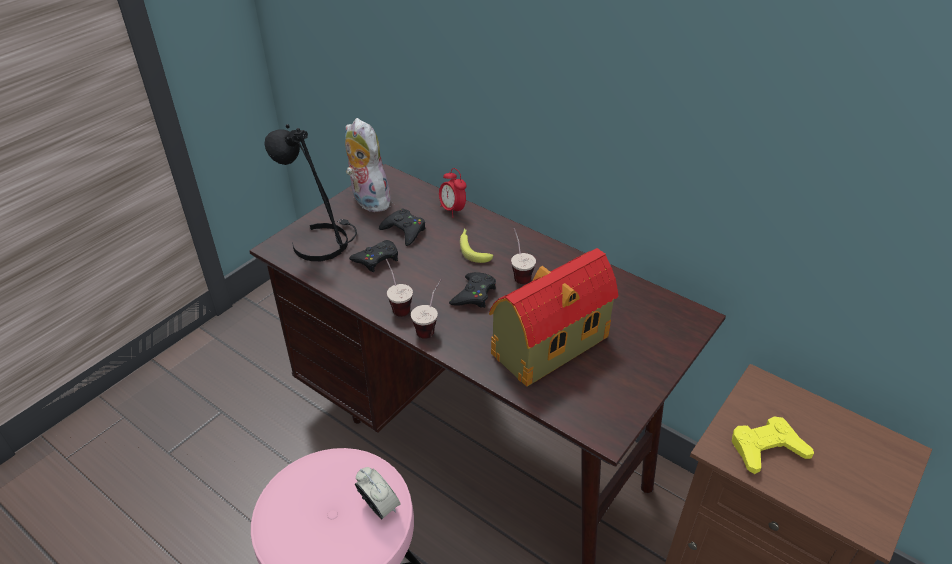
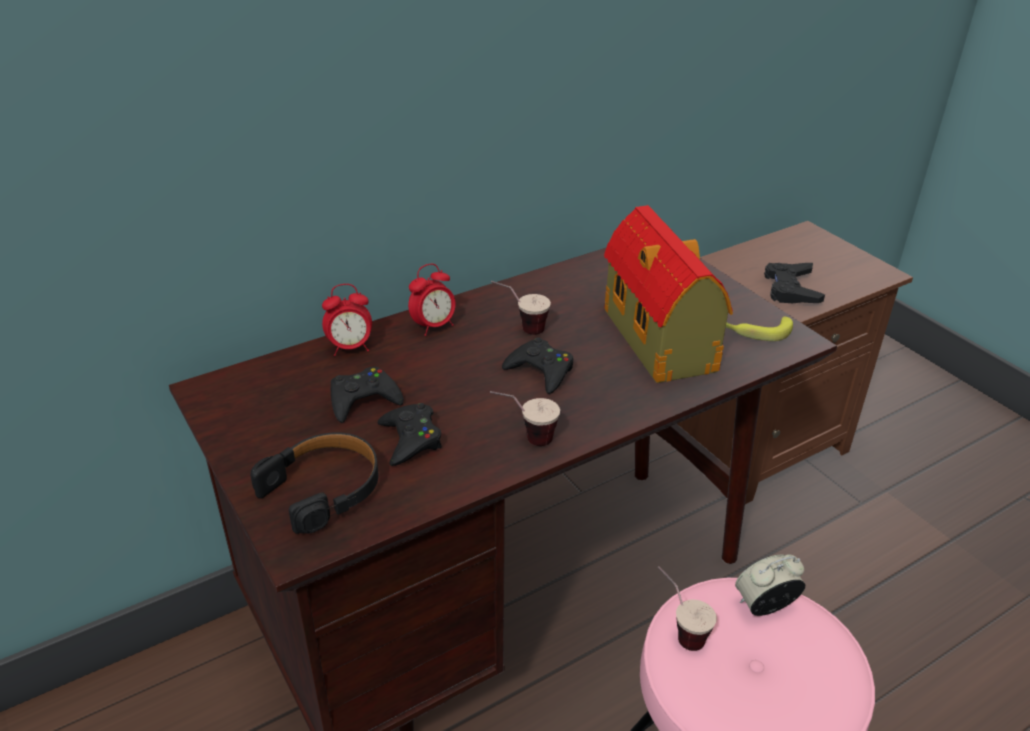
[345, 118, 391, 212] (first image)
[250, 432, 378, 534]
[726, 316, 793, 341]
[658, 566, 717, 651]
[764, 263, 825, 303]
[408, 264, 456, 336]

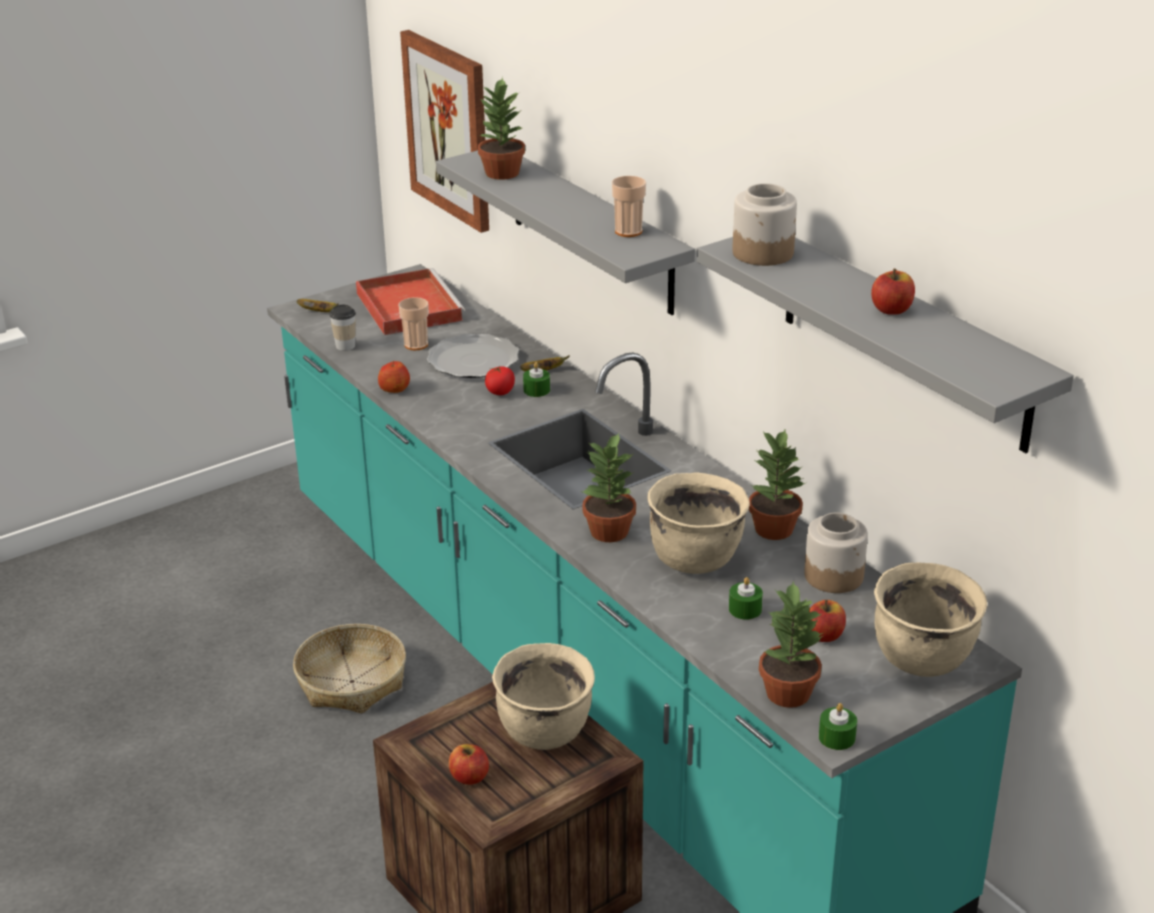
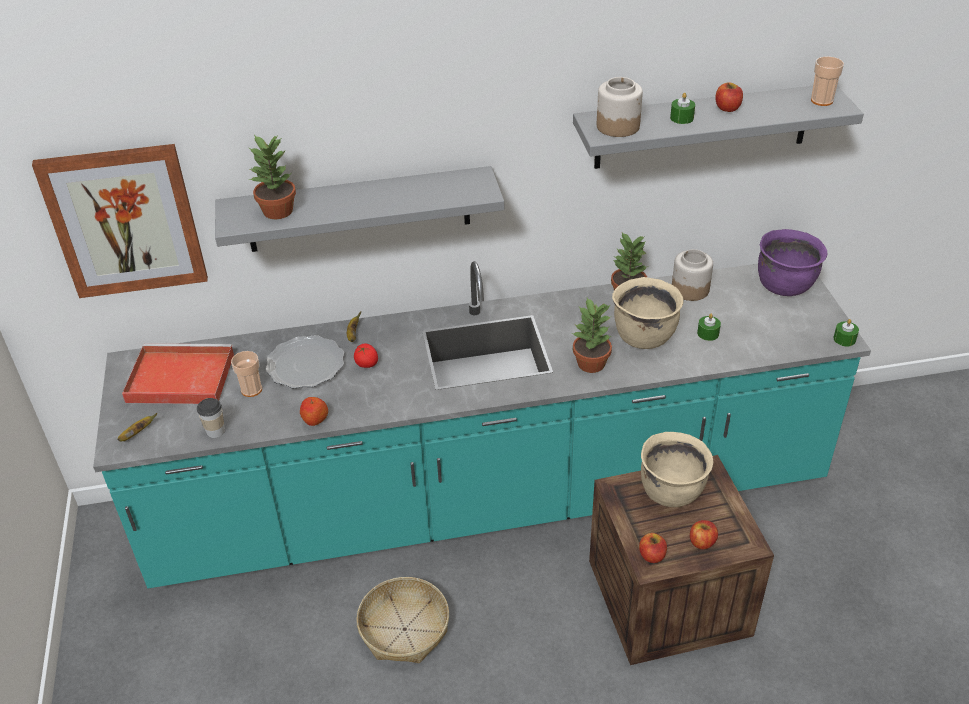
[811, 56, 844, 106]
[670, 92, 695, 124]
[758, 229, 827, 296]
[759, 581, 823, 708] (first image)
[639, 533, 667, 563]

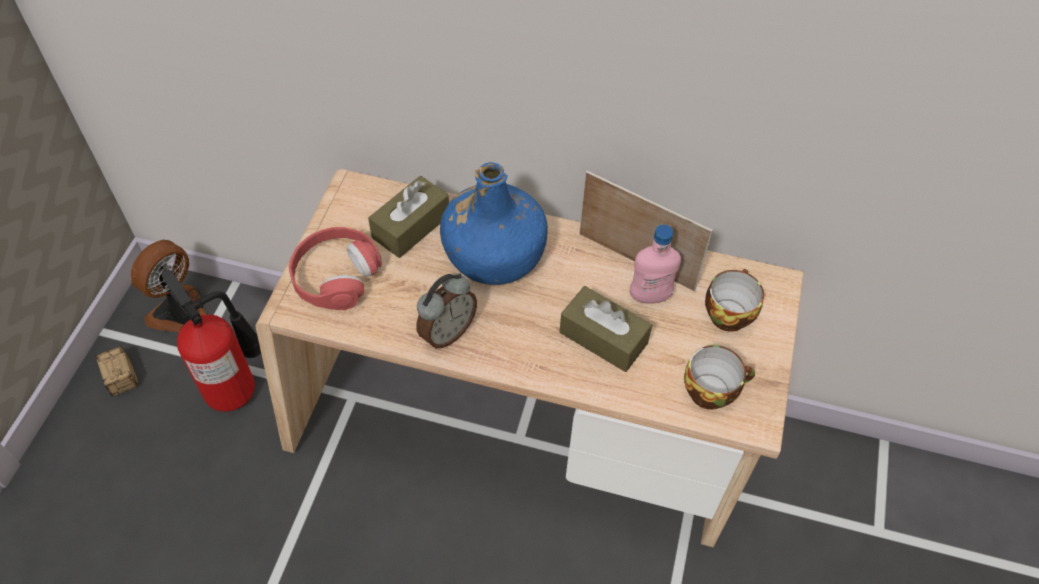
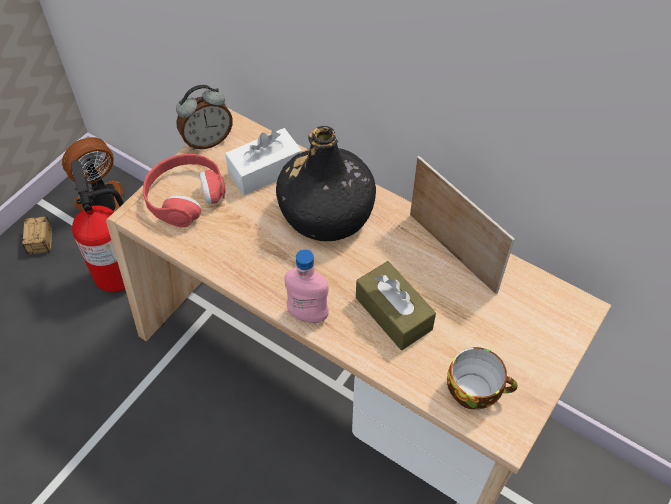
[276, 126, 376, 241]
[225, 128, 302, 195]
[284, 249, 329, 323]
[705, 269, 764, 332] (first image)
[176, 85, 233, 150]

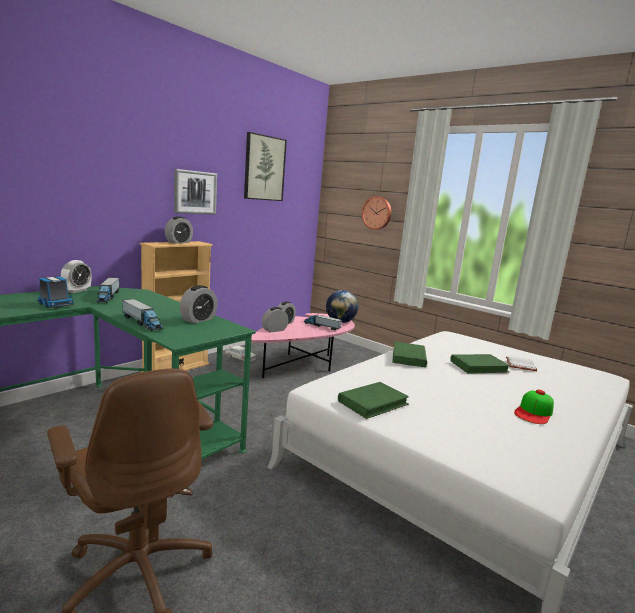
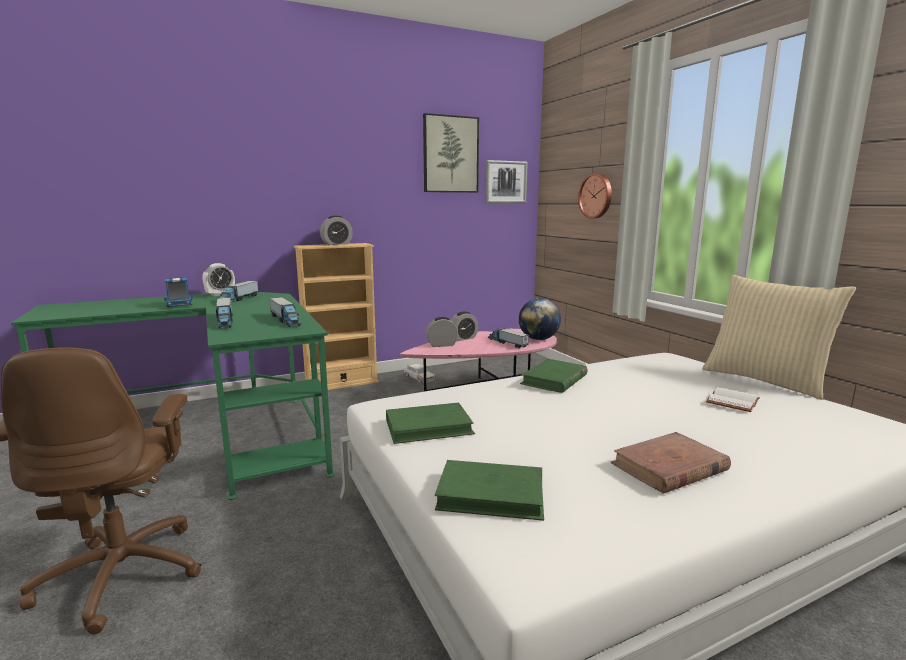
[485, 160, 528, 203]
[269, 297, 301, 327]
[435, 460, 544, 521]
[611, 432, 731, 494]
[702, 275, 856, 400]

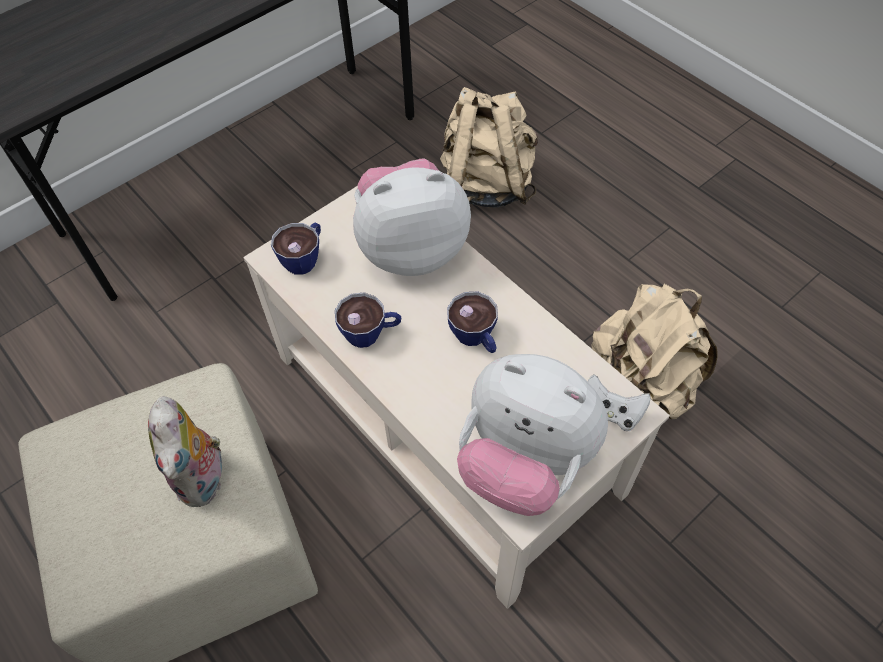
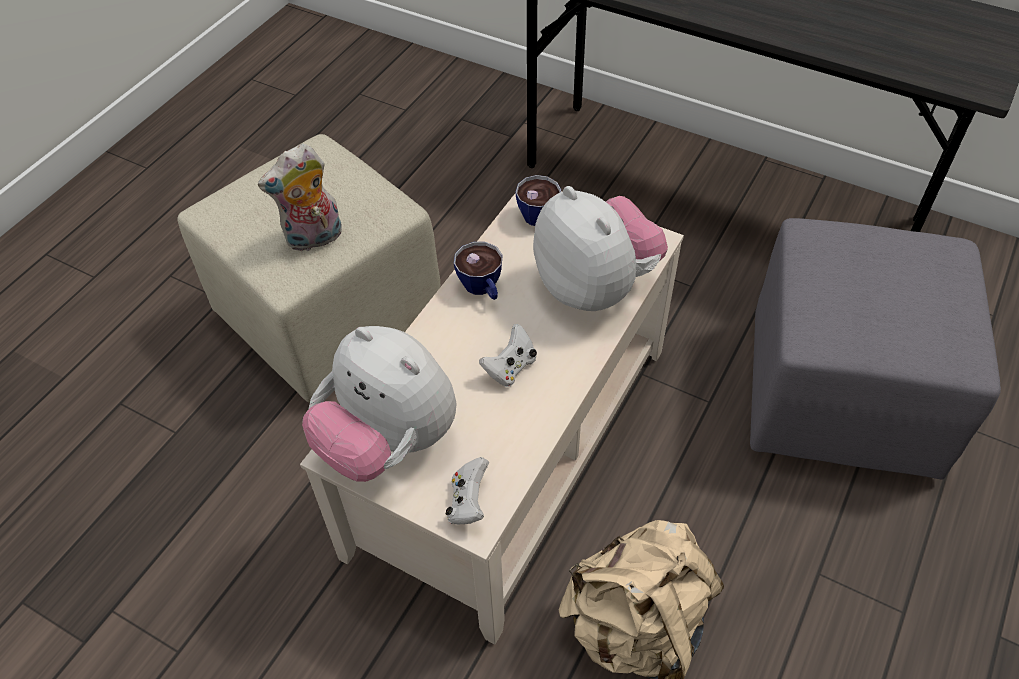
[750, 218, 1001, 480]
[479, 324, 537, 387]
[302, 326, 457, 482]

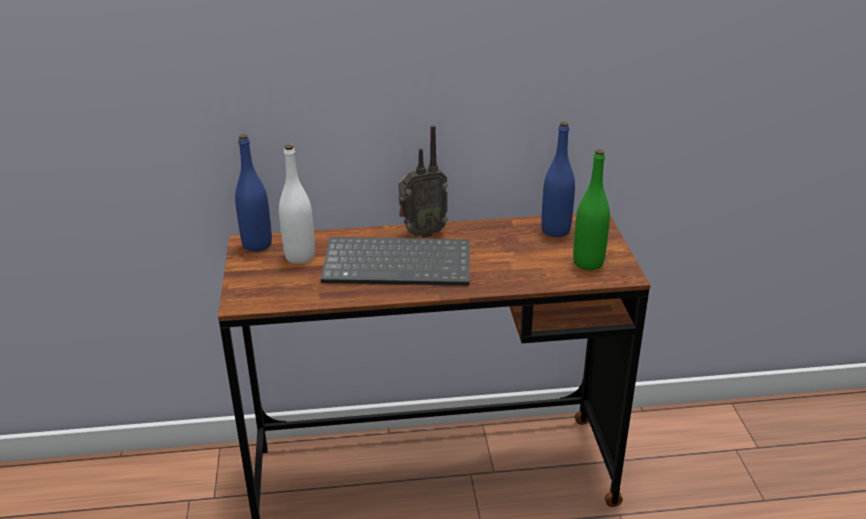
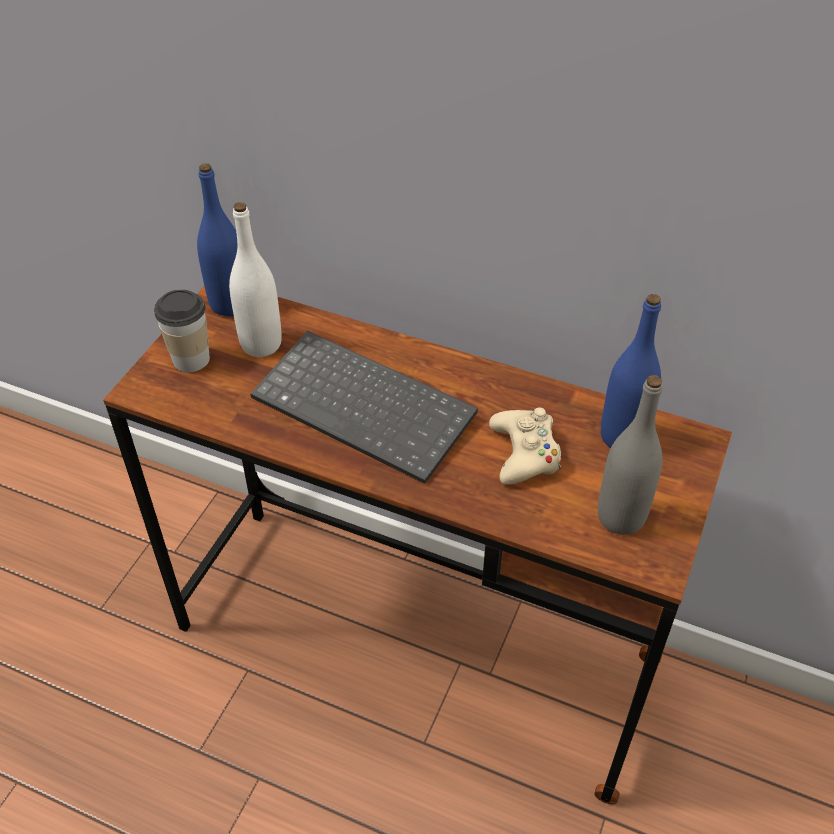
[399, 125, 448, 238] (first image)
[598, 375, 663, 535]
[154, 289, 210, 372]
[489, 407, 561, 485]

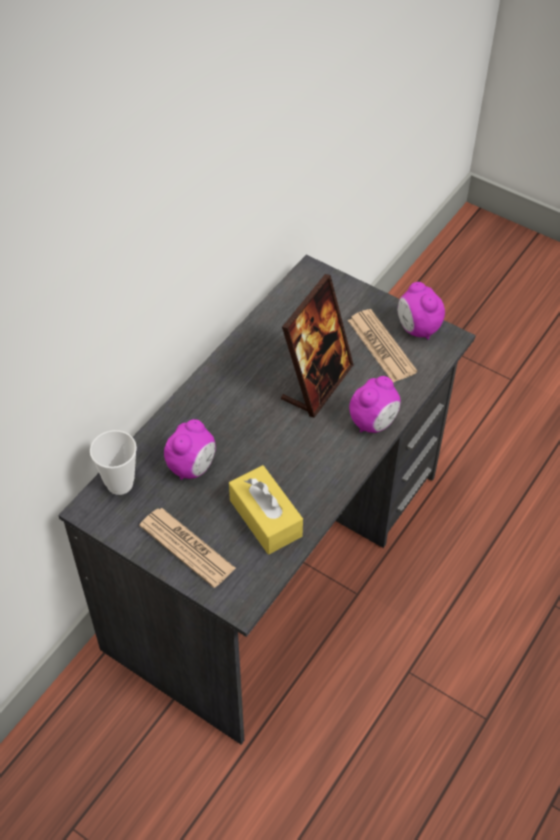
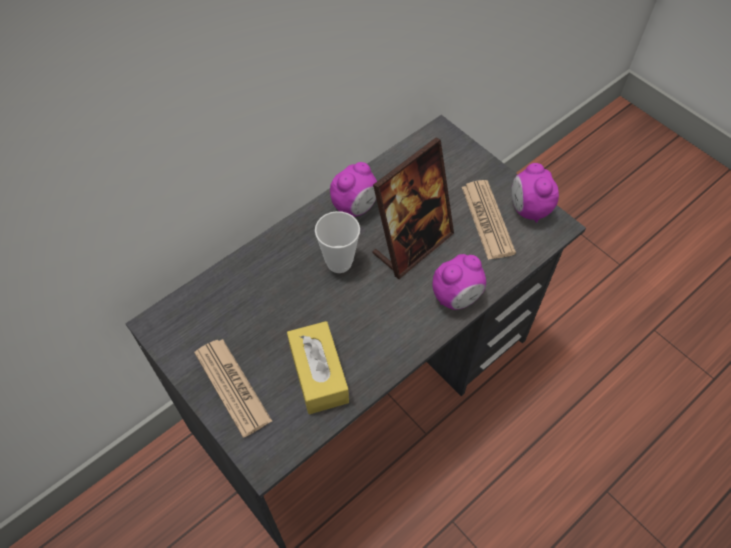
[330, 162, 377, 217]
[315, 211, 360, 273]

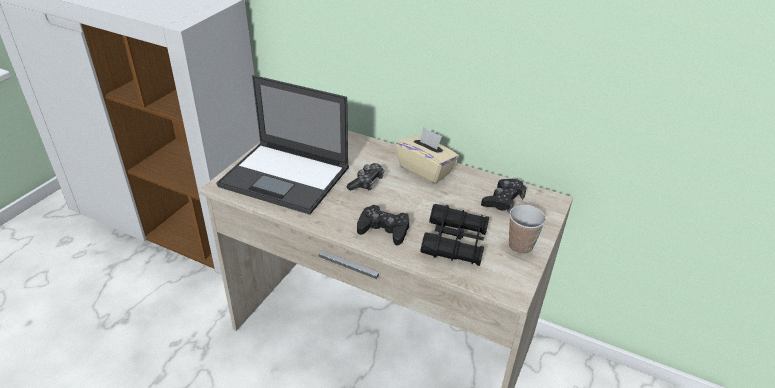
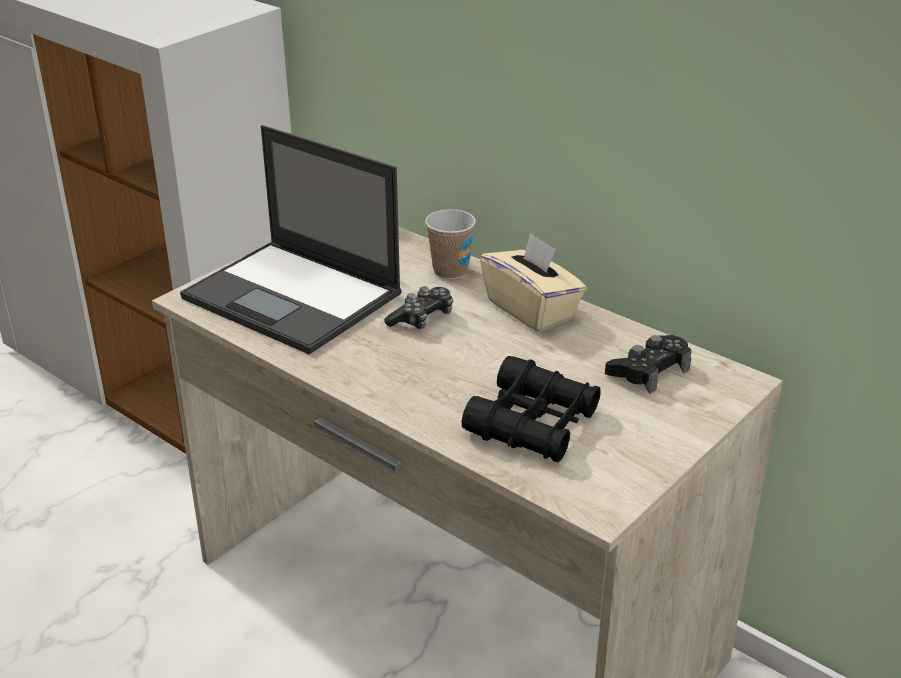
[357, 205, 409, 246] (first image)
[425, 209, 476, 280]

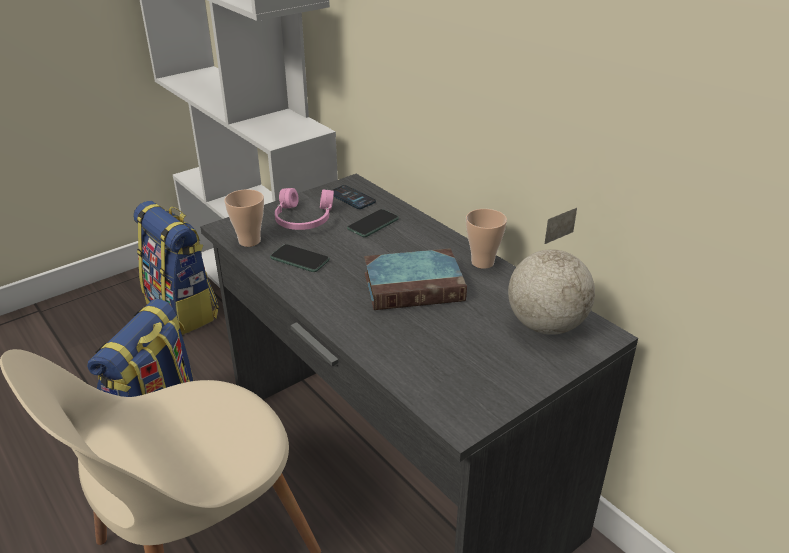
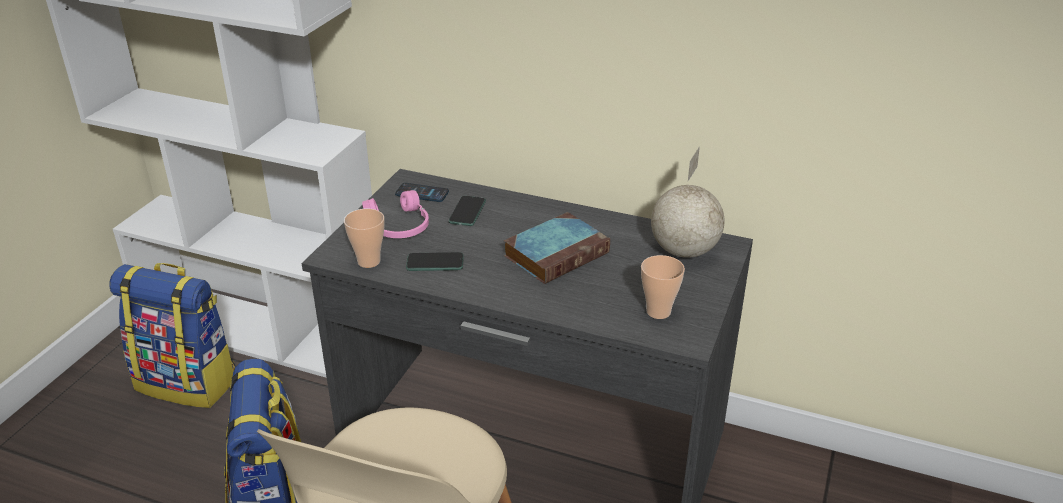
[641, 255, 685, 319]

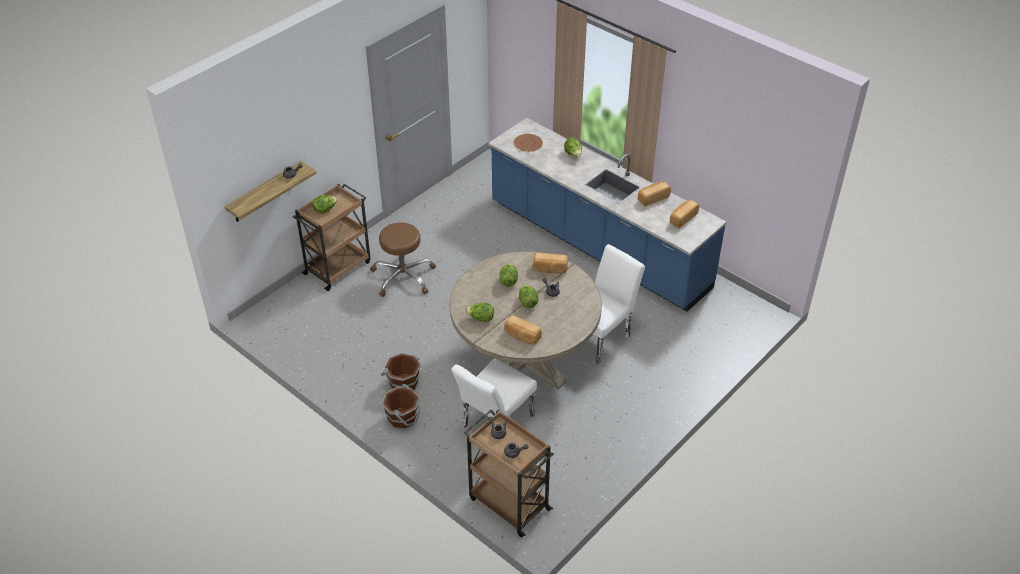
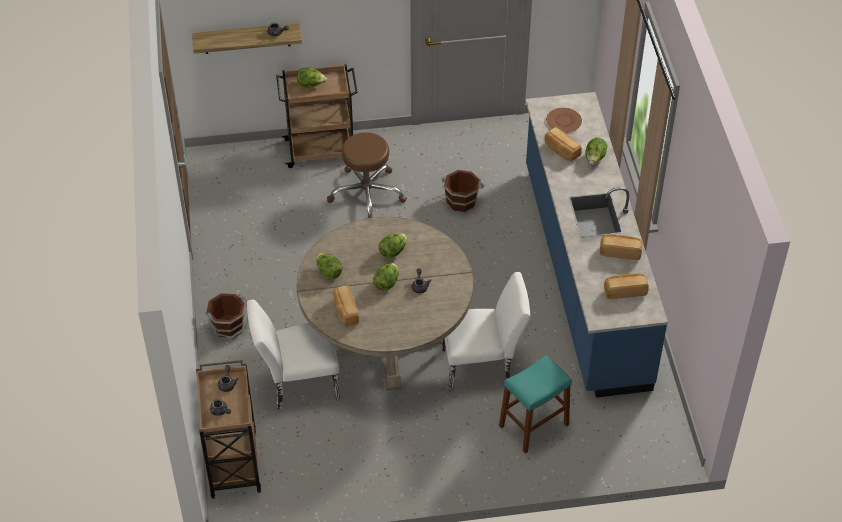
[545, 127, 582, 161]
[442, 169, 484, 214]
[499, 355, 572, 454]

